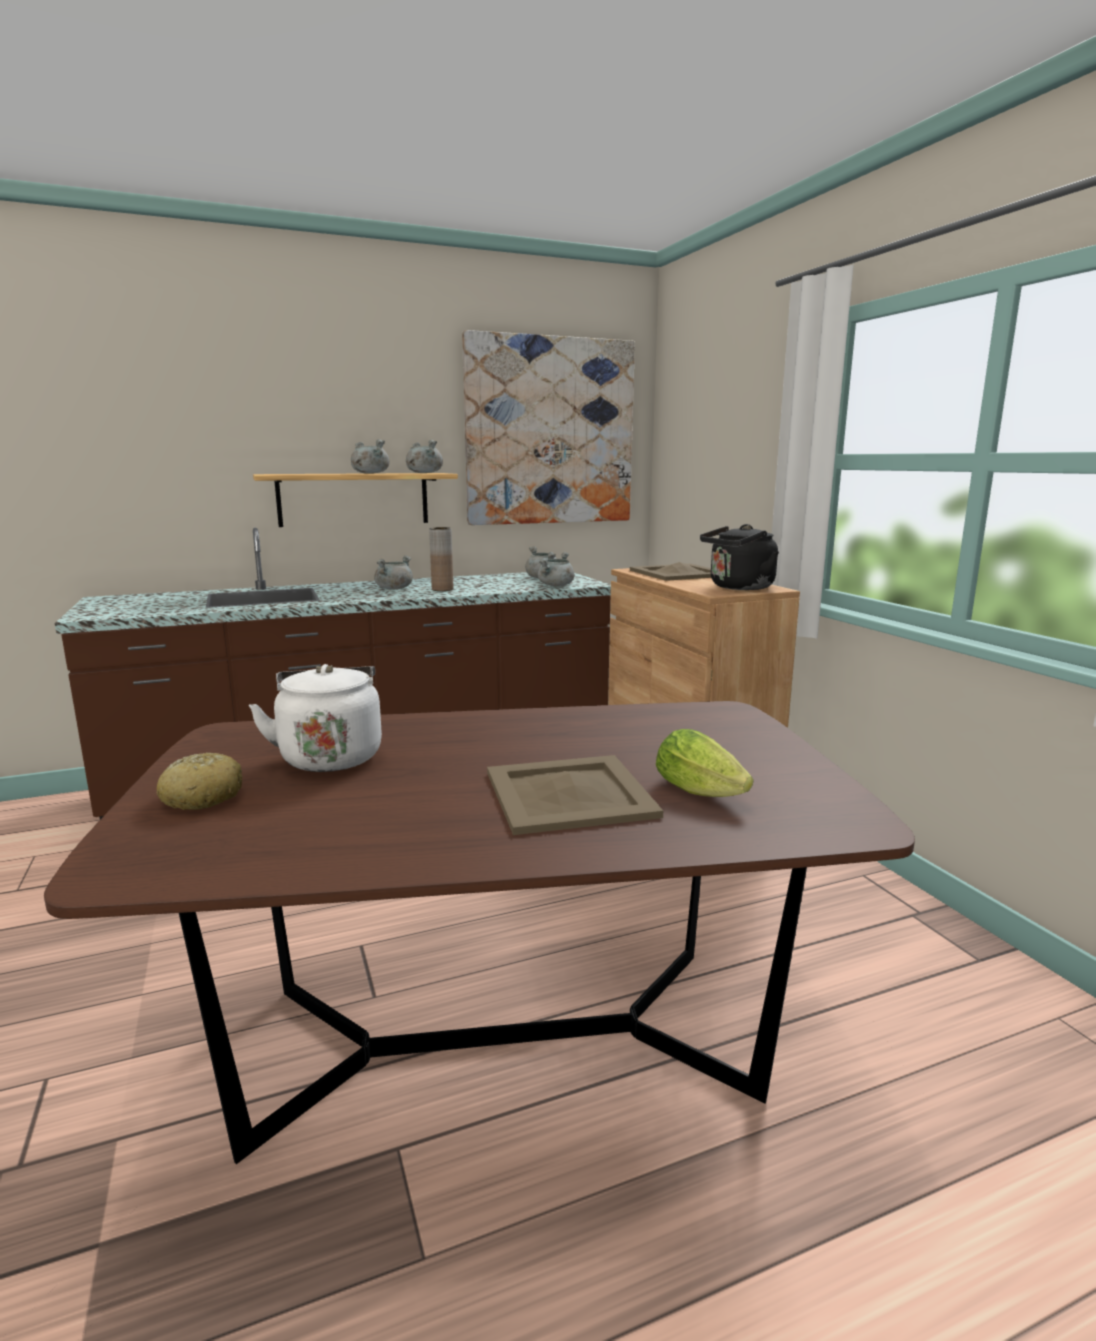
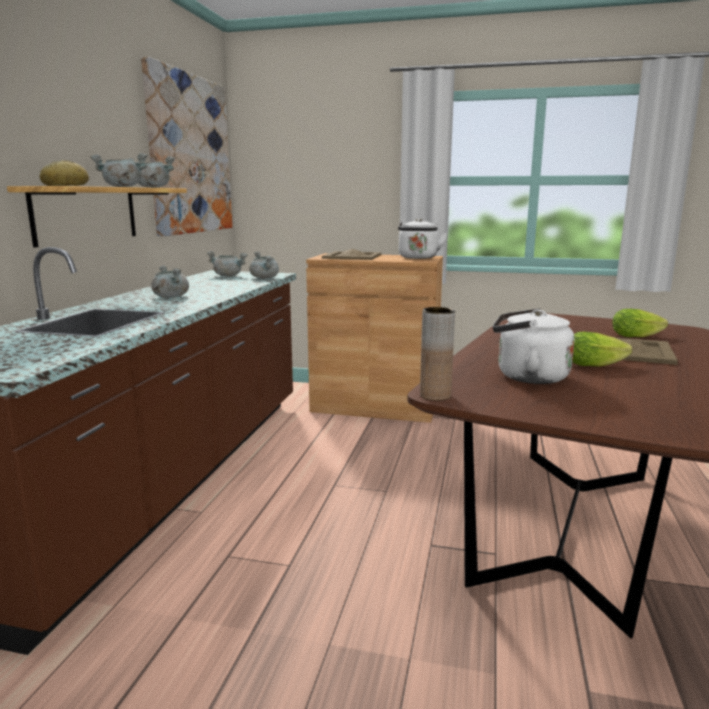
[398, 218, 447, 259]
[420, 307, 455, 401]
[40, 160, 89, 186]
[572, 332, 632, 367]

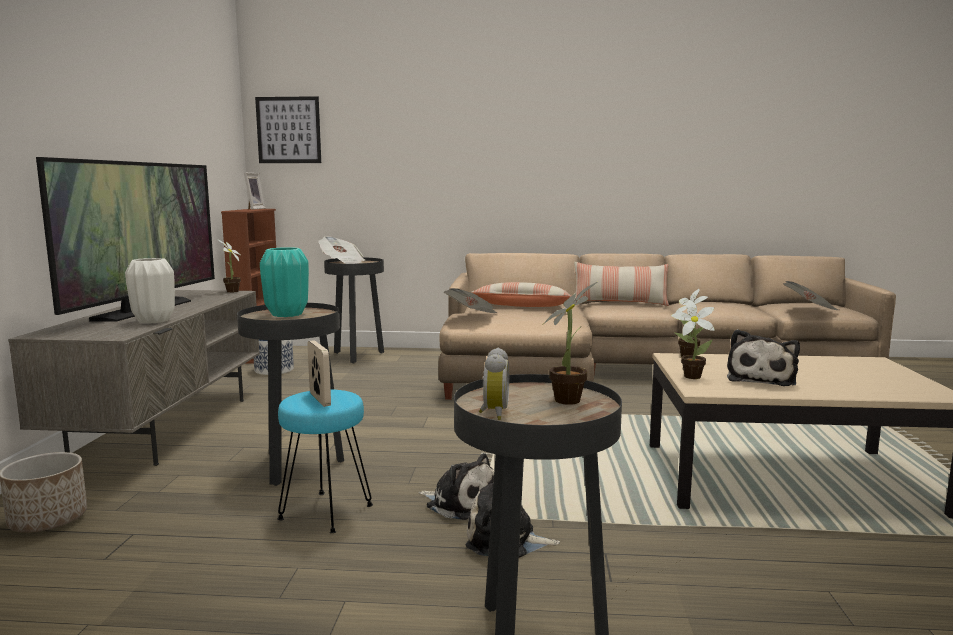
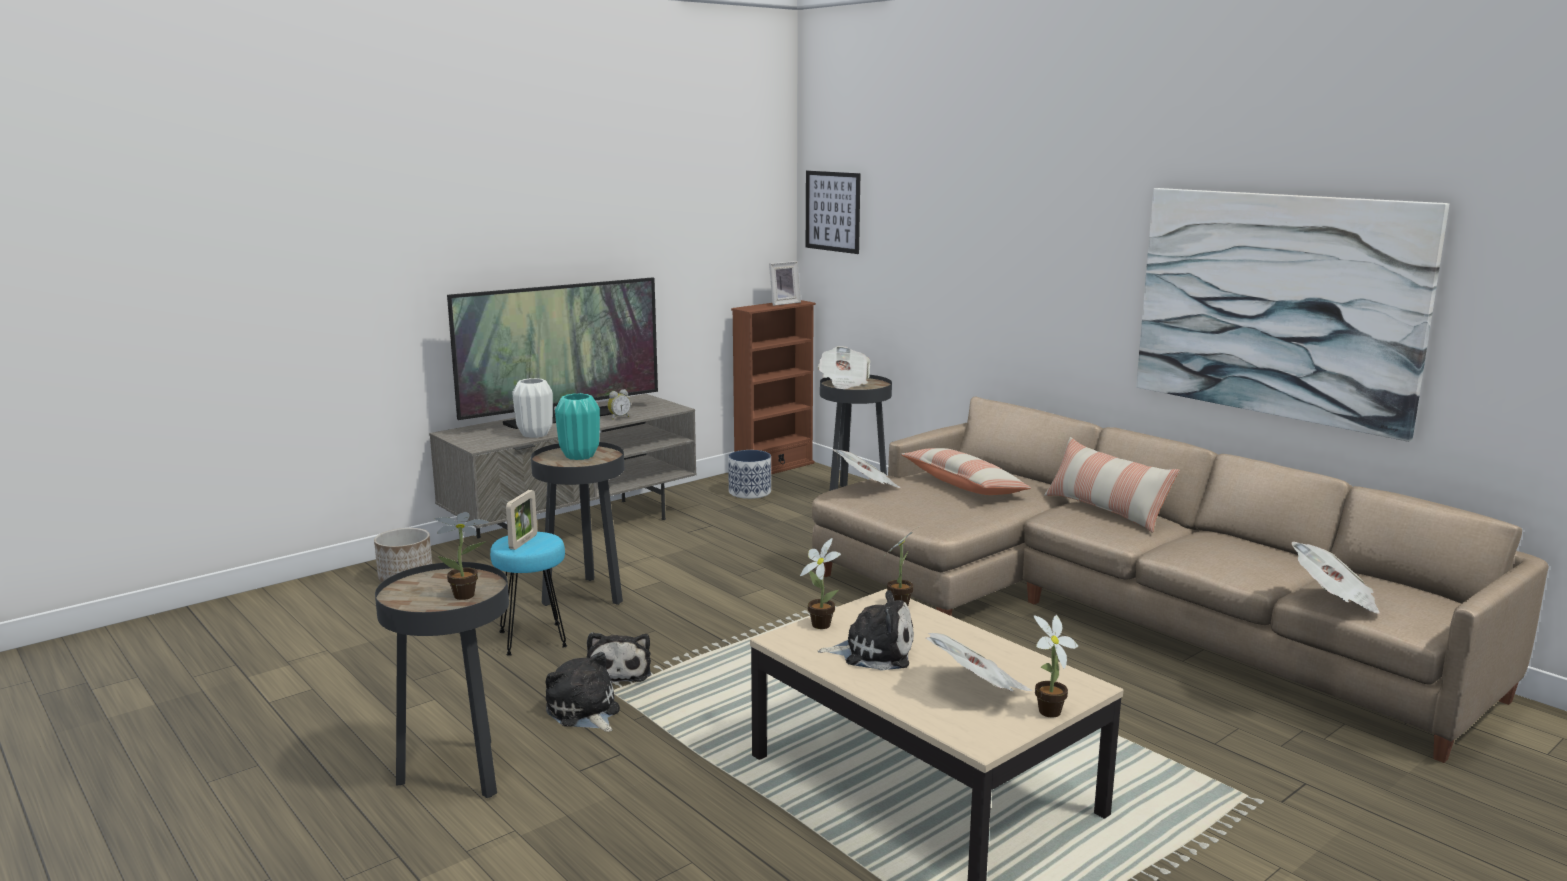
[1034, 615, 1078, 717]
[818, 590, 914, 671]
[607, 389, 631, 420]
[1136, 188, 1449, 442]
[926, 633, 1032, 692]

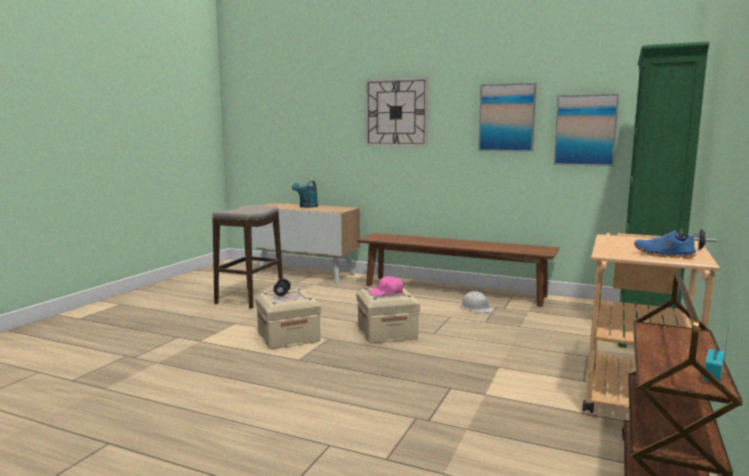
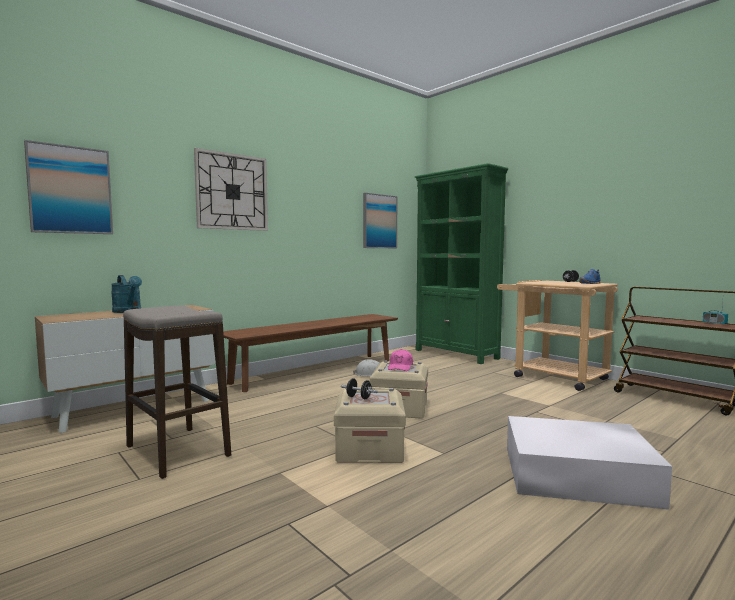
[24, 140, 113, 234]
[507, 416, 672, 510]

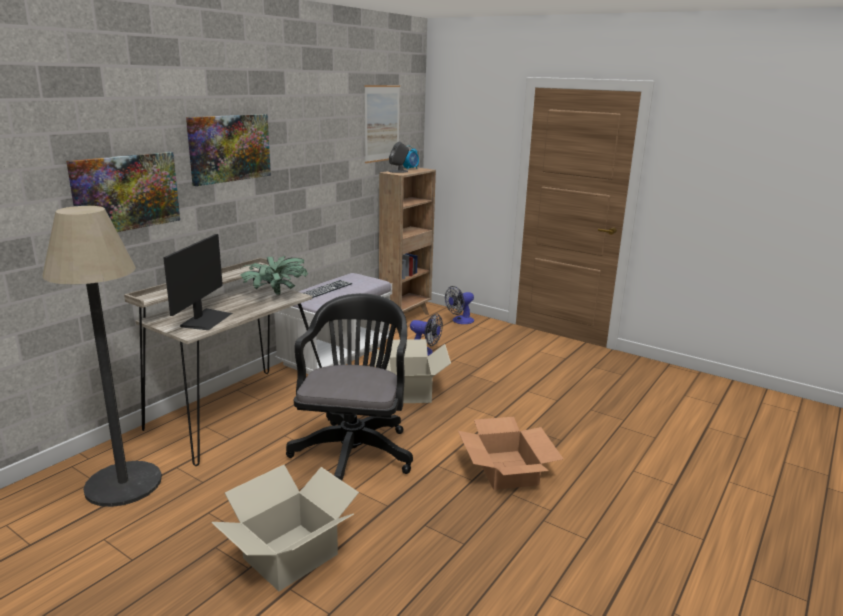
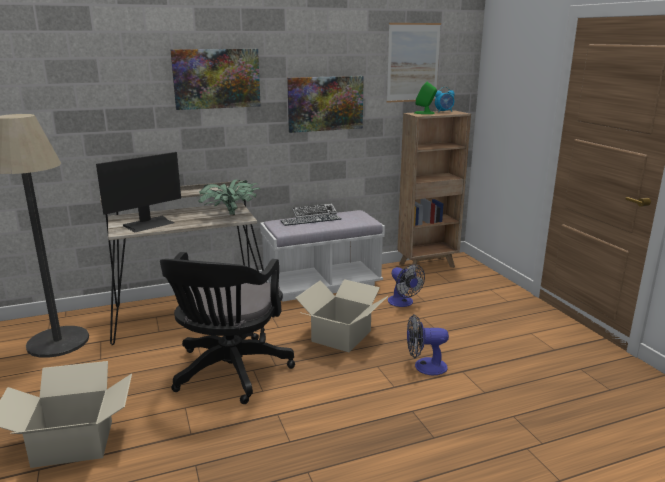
[415, 82, 437, 114]
[287, 76, 364, 133]
[407, 314, 449, 376]
[160, 252, 295, 404]
[458, 417, 563, 490] (first image)
[292, 203, 337, 218]

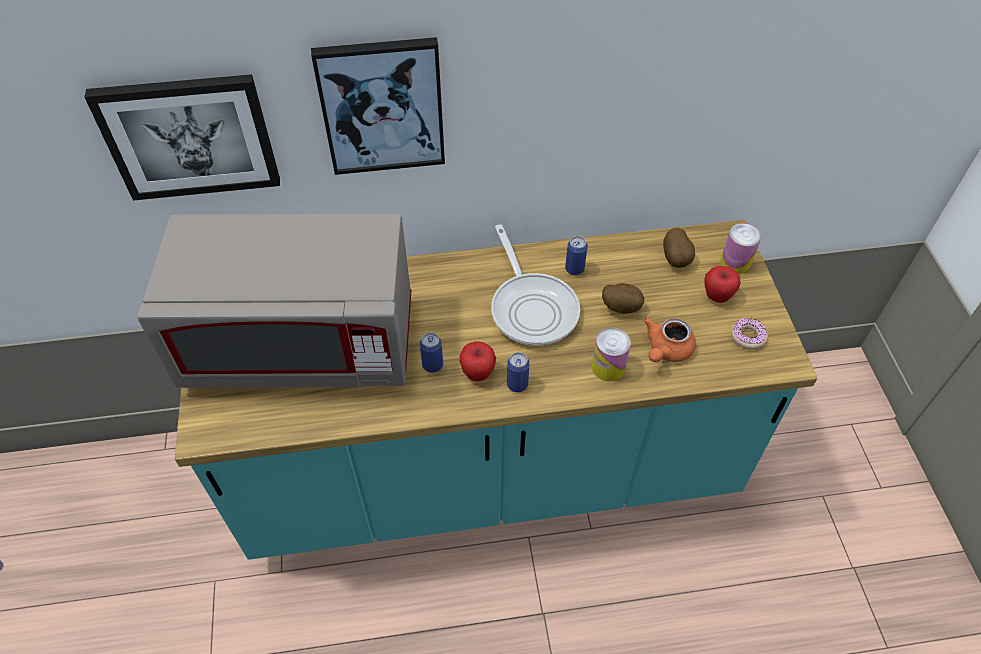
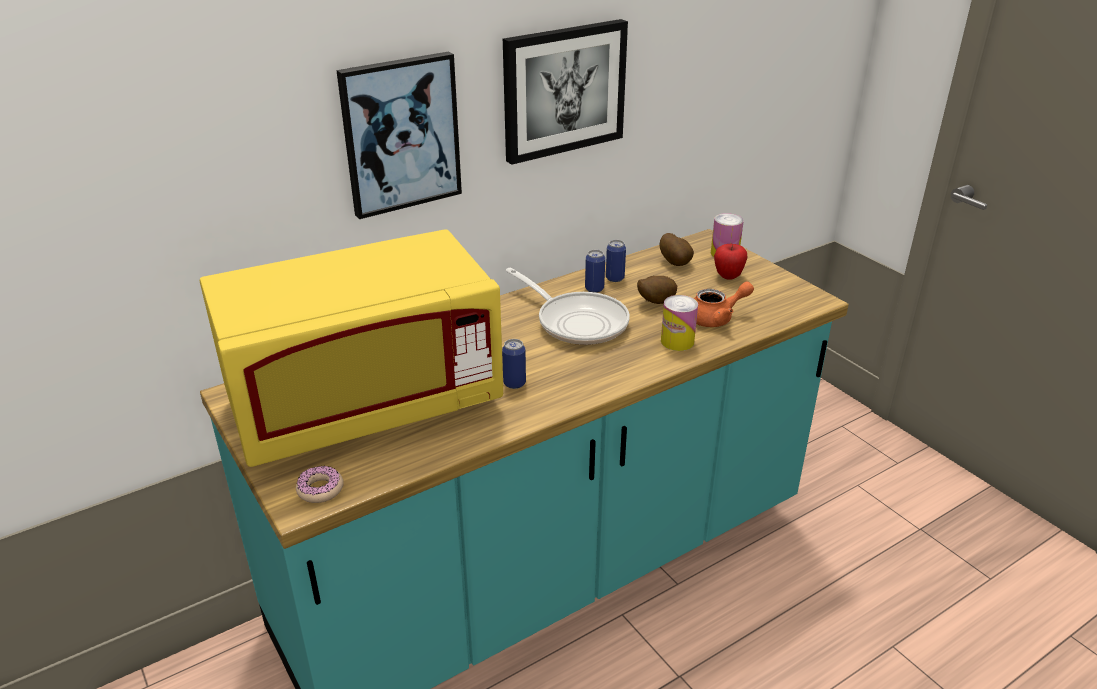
[503, 19, 628, 165]
[200, 229, 503, 467]
[694, 281, 754, 327]
[296, 466, 344, 503]
[459, 341, 496, 382] (first image)
[606, 240, 626, 282]

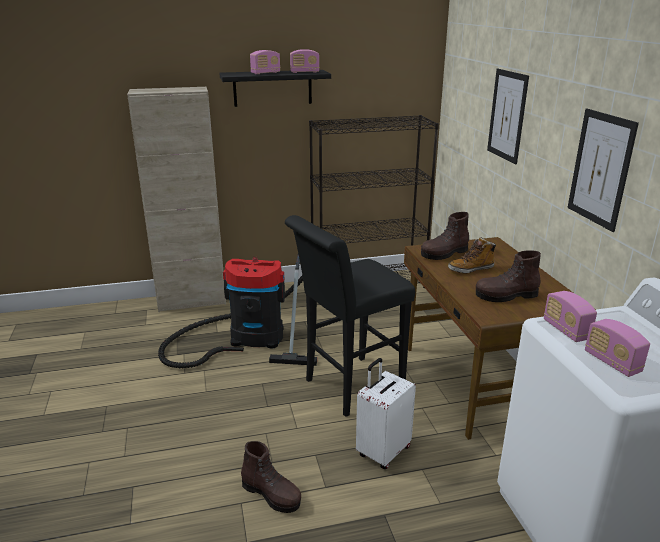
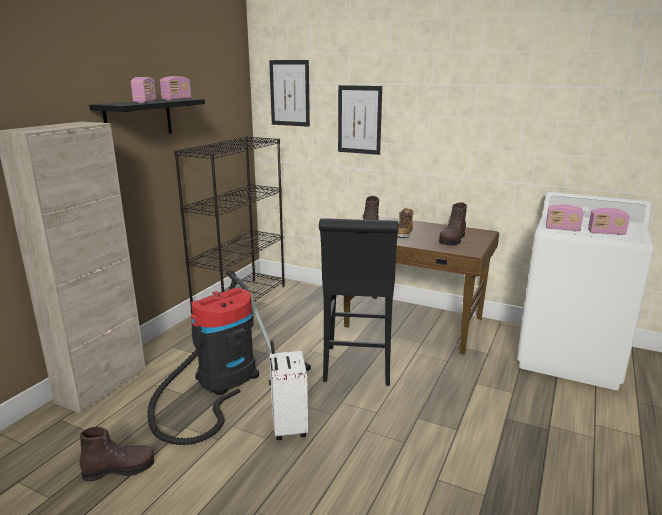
[269, 60, 310, 127]
[270, 340, 308, 440]
[79, 427, 154, 481]

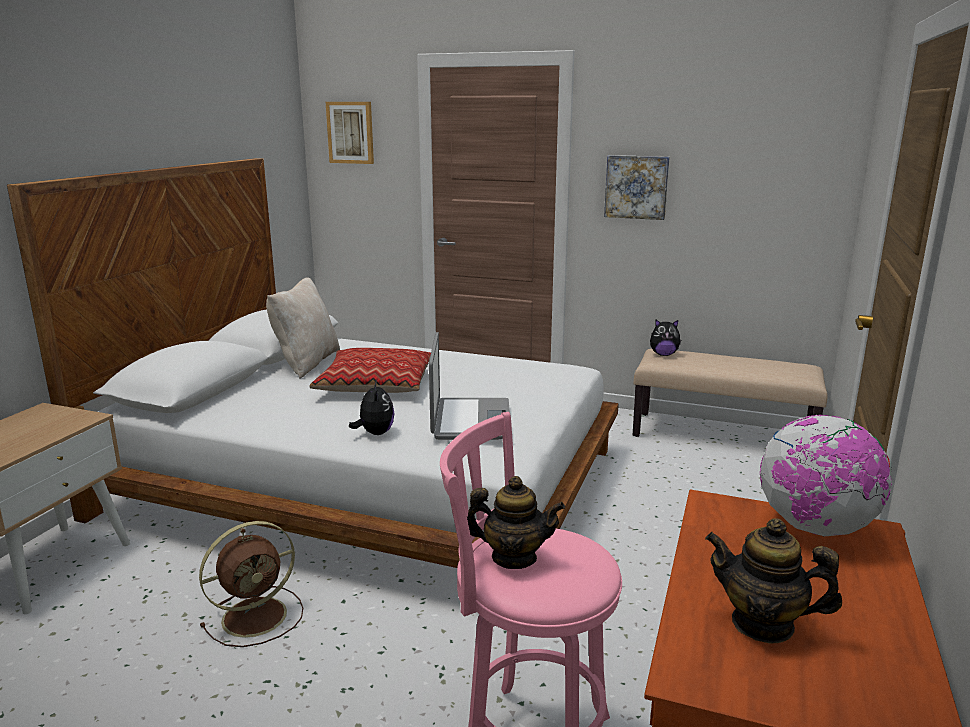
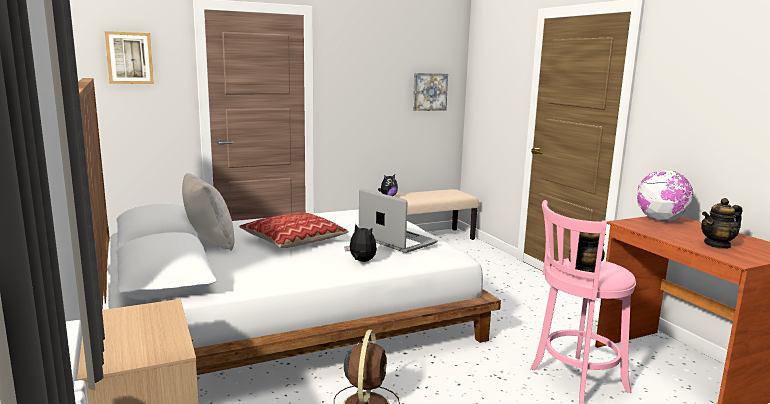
[413, 73, 448, 111]

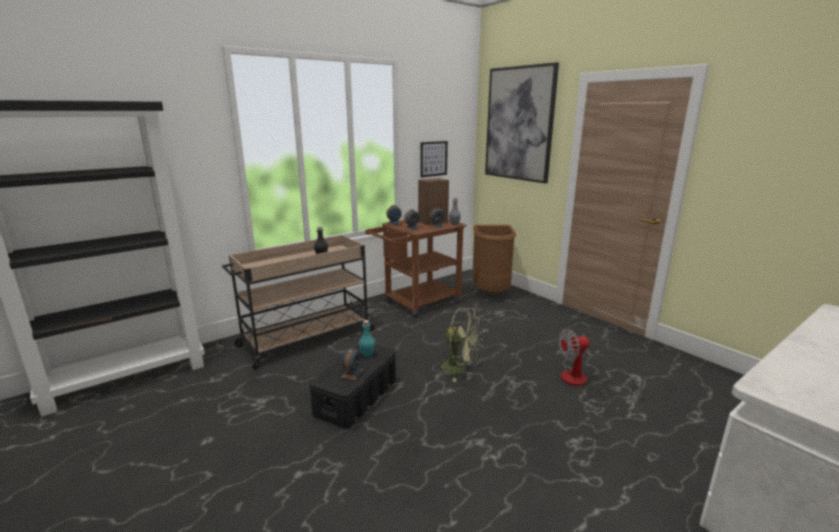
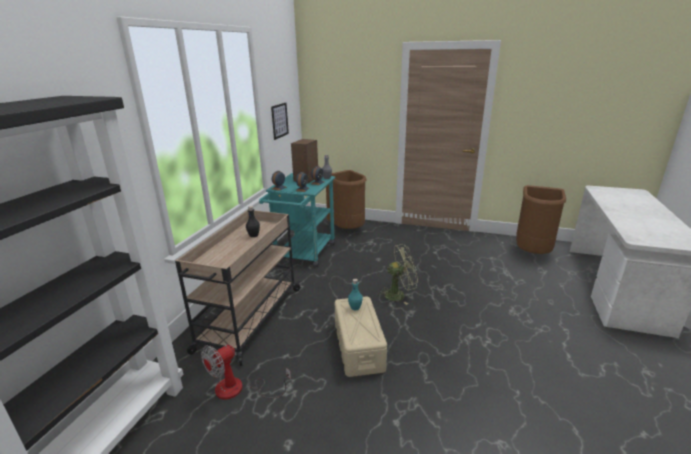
[485, 62, 559, 183] (first image)
[259, 173, 335, 267]
[201, 345, 291, 400]
[335, 297, 387, 377]
[341, 348, 363, 380] (first image)
[516, 185, 566, 254]

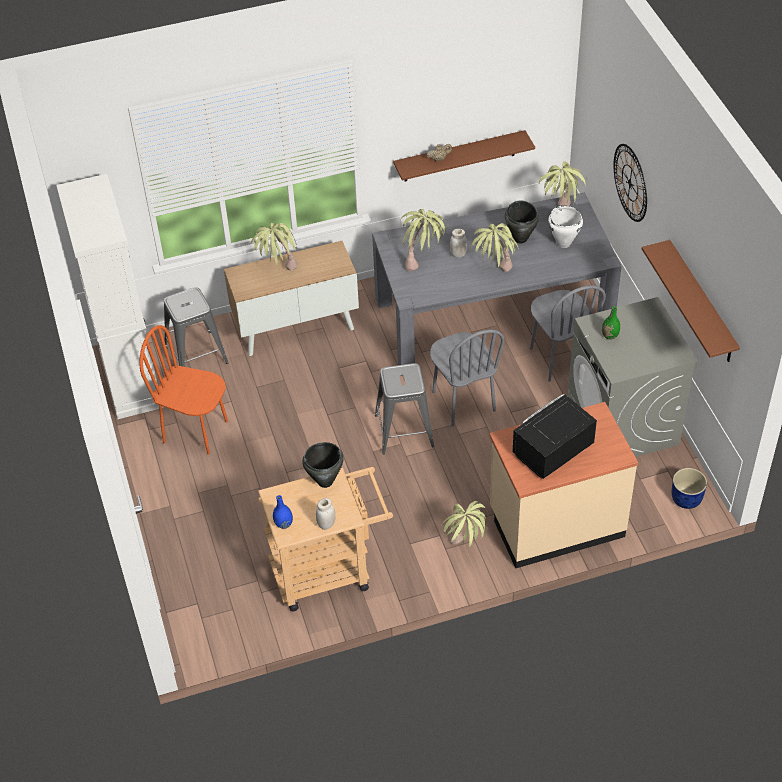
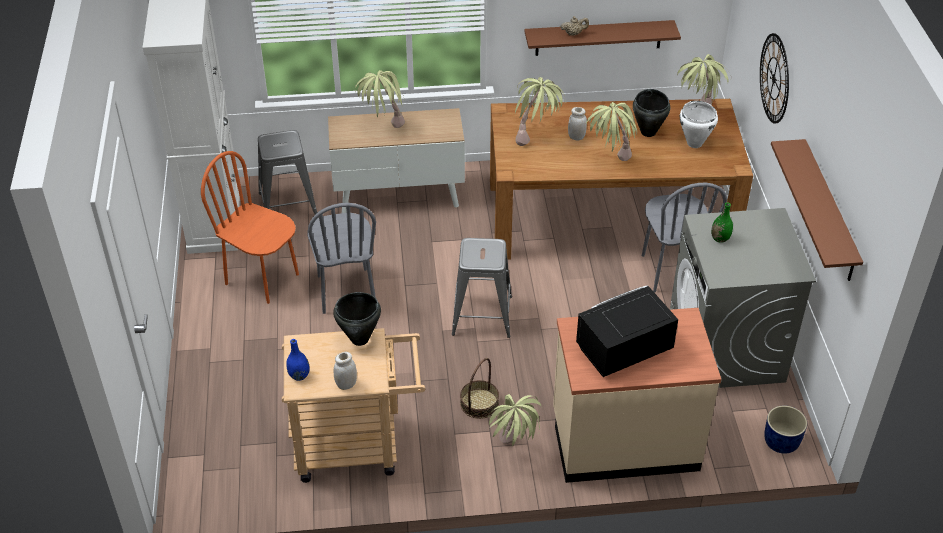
[490, 99, 753, 260]
[307, 203, 376, 314]
[460, 358, 499, 419]

